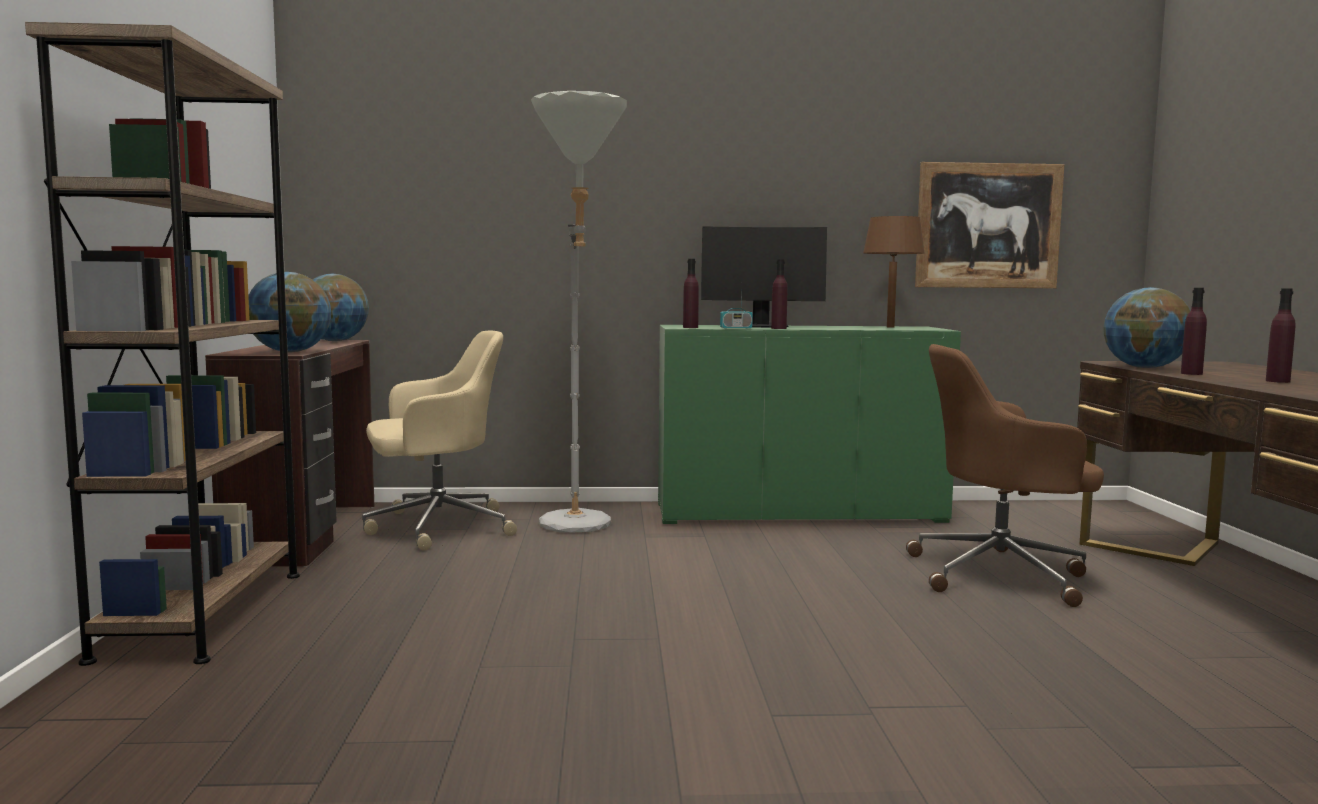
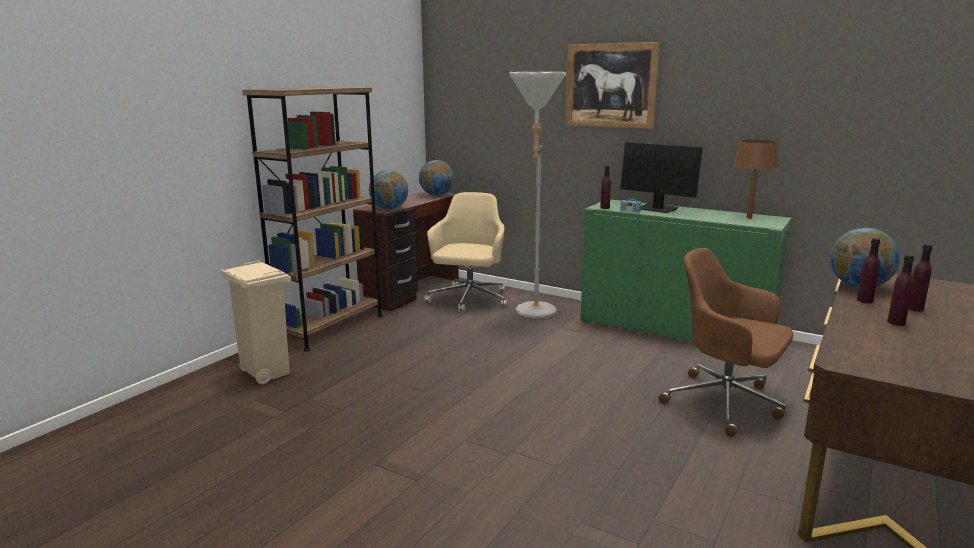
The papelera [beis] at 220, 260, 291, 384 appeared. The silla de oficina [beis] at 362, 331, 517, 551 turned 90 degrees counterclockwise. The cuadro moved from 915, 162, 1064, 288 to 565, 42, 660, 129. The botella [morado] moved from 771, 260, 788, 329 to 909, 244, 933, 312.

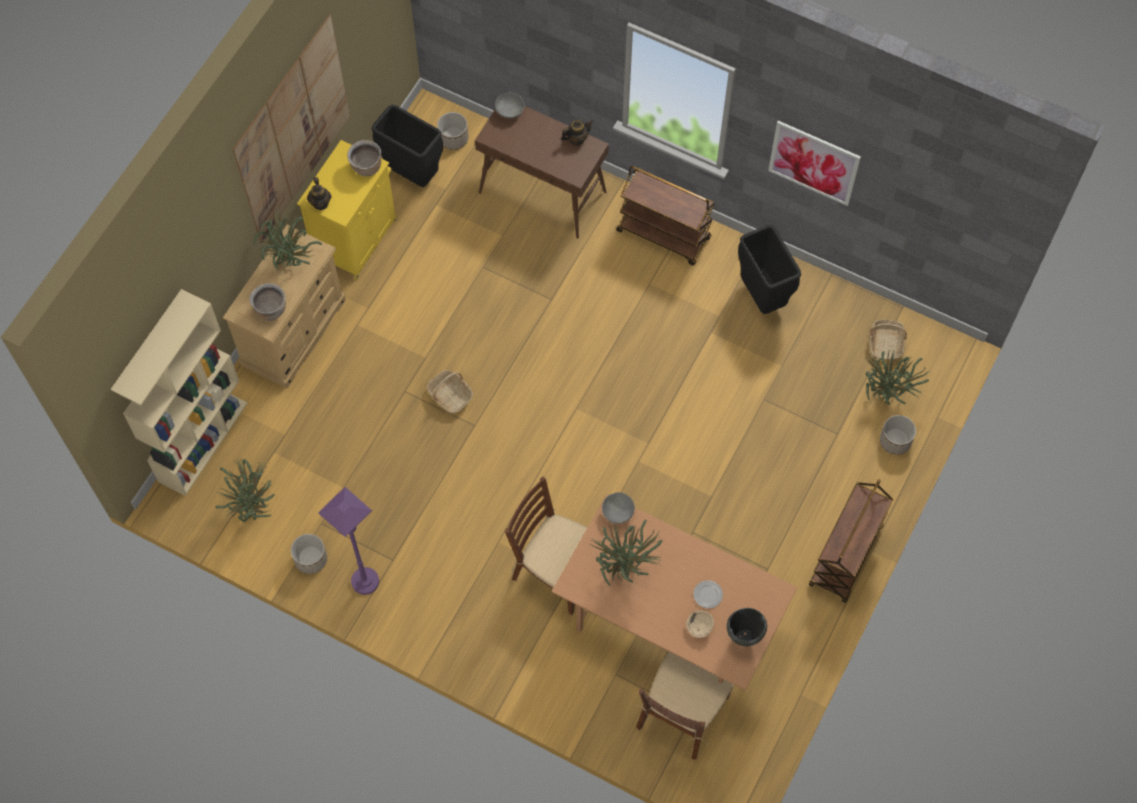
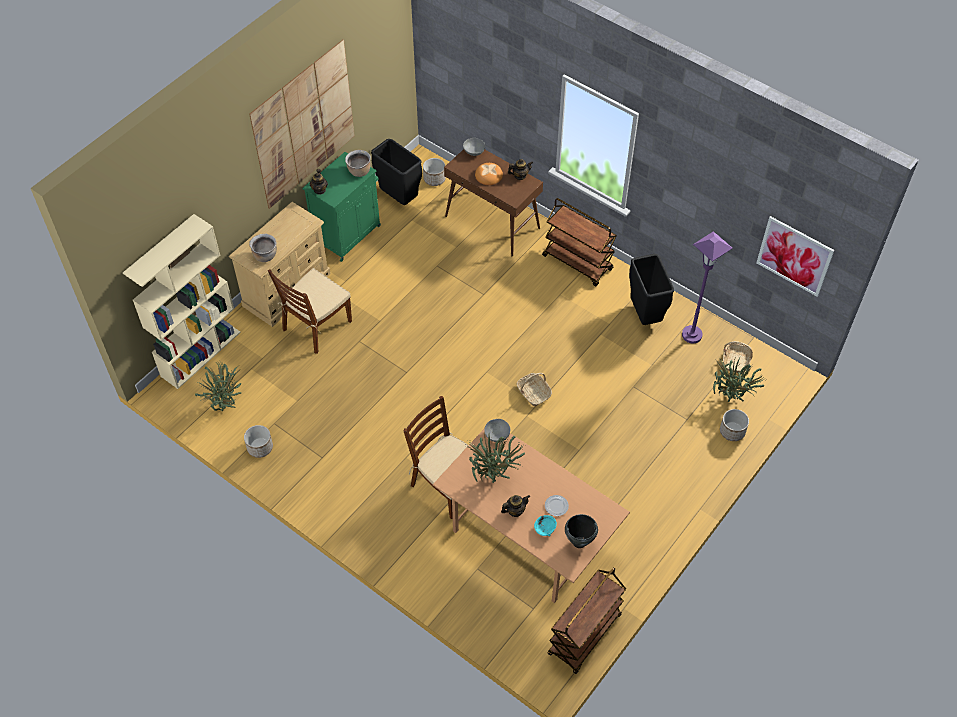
The silla [marrón] moved from 635, 651, 734, 760 to 268, 268, 352, 354. The armario [amarillo] at 297, 140, 397, 281 became the armario [verde] at 302, 152, 381, 262. The pan at 475, 163, 503, 185 appeared. The tetera at 501, 495, 530, 517 appeared. The cesta moved from 427, 370, 473, 414 to 517, 373, 552, 406. The cuenco [beis] at 686, 610, 714, 638 became the cuenco [turquesa] at 534, 515, 557, 536. The carrito [marrón] moved from 809, 479, 893, 603 to 548, 567, 626, 674. The lámpara de pie [morado] moved from 318, 487, 379, 595 to 682, 231, 733, 343. The cuadro moved from 768, 121, 861, 206 to 756, 216, 834, 297. The planta en maceta at 253, 208, 322, 270 disappeared.

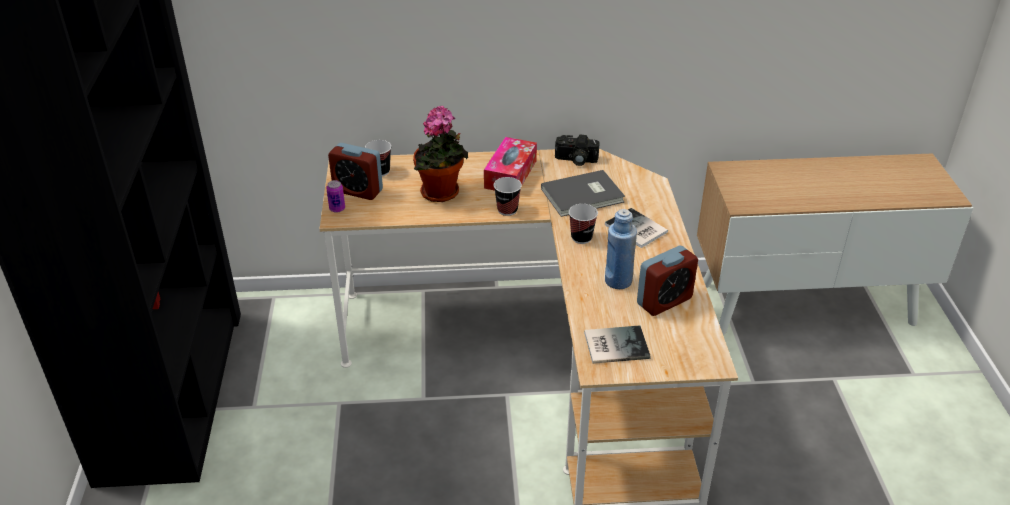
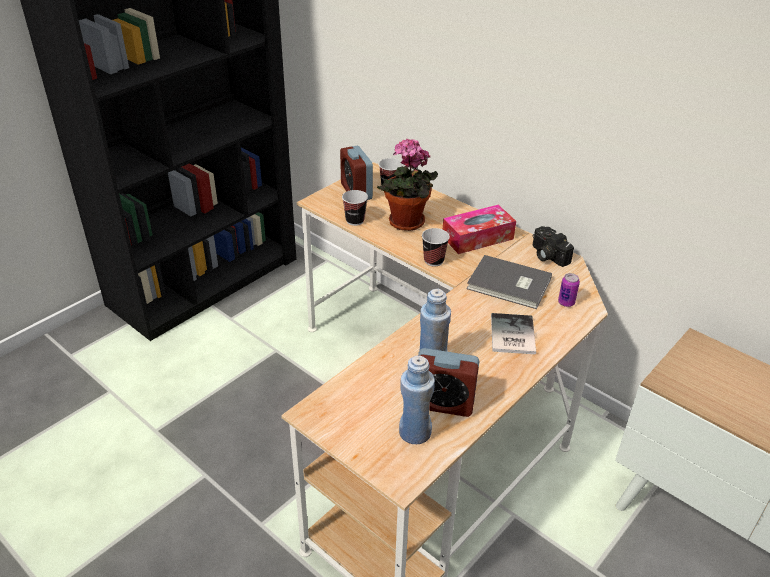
The taza moved from 569, 204, 598, 244 to 342, 190, 368, 226. The botella [azul] at 399, 355, 435, 444 appeared. The lata moved from 326, 180, 345, 213 to 558, 273, 580, 307. The libro at 584, 325, 651, 364 disappeared.

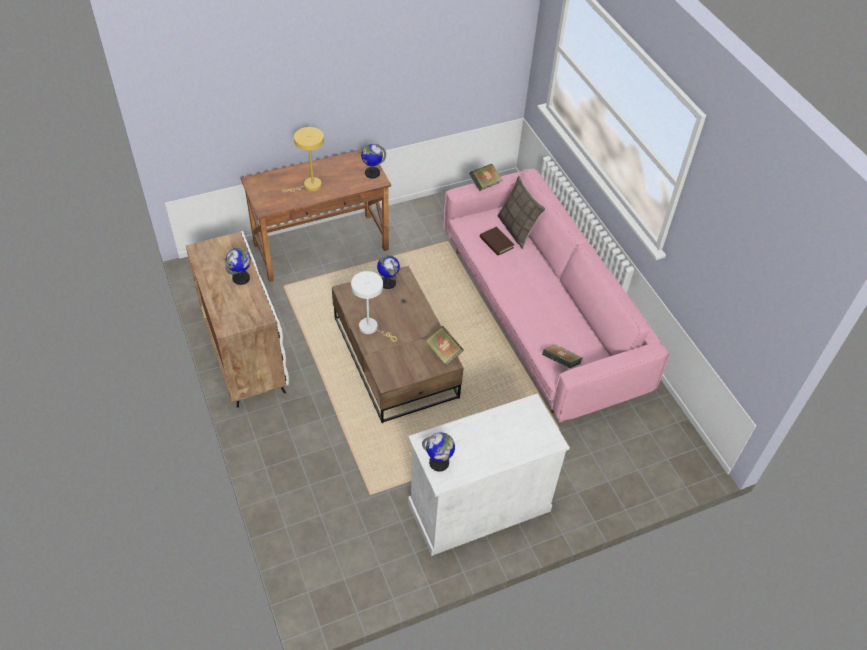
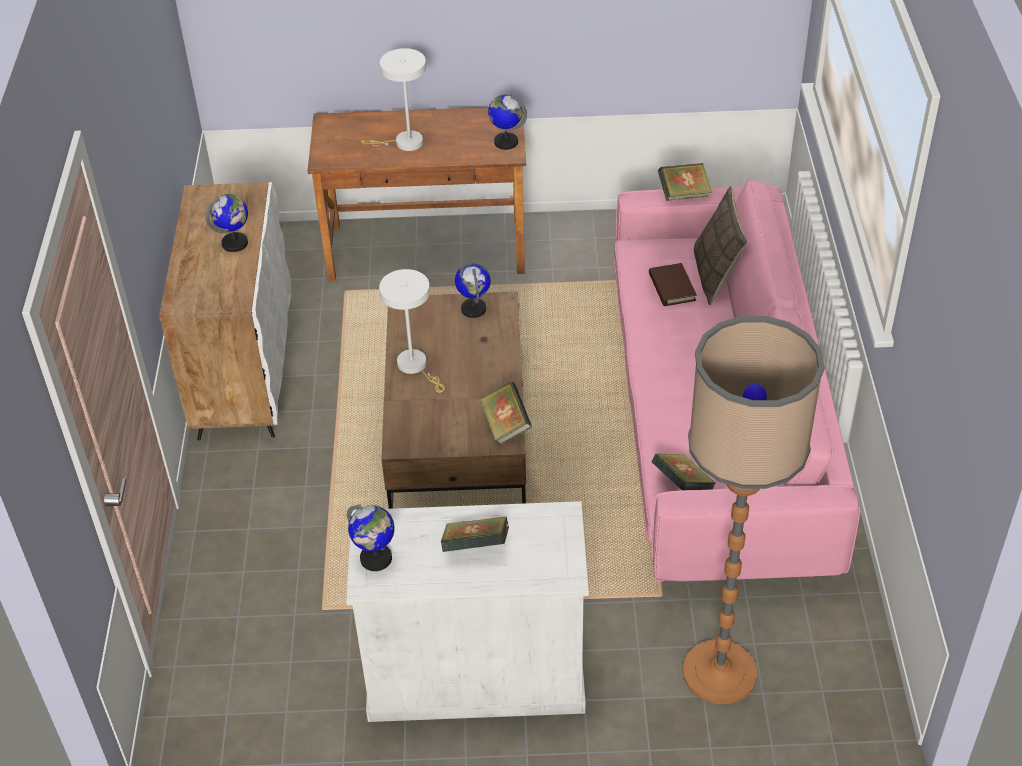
The lámpara de mesa [amarillo] at 282, 127, 324, 192 became the lámpara de mesa [blanco] at 361, 48, 426, 151. The libro at 441, 516, 509, 552 appeared. The lámpara de pie at 683, 316, 825, 704 appeared.

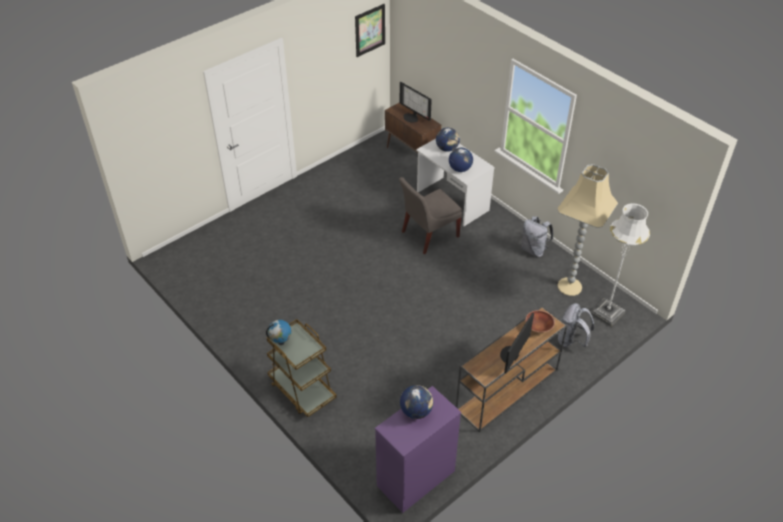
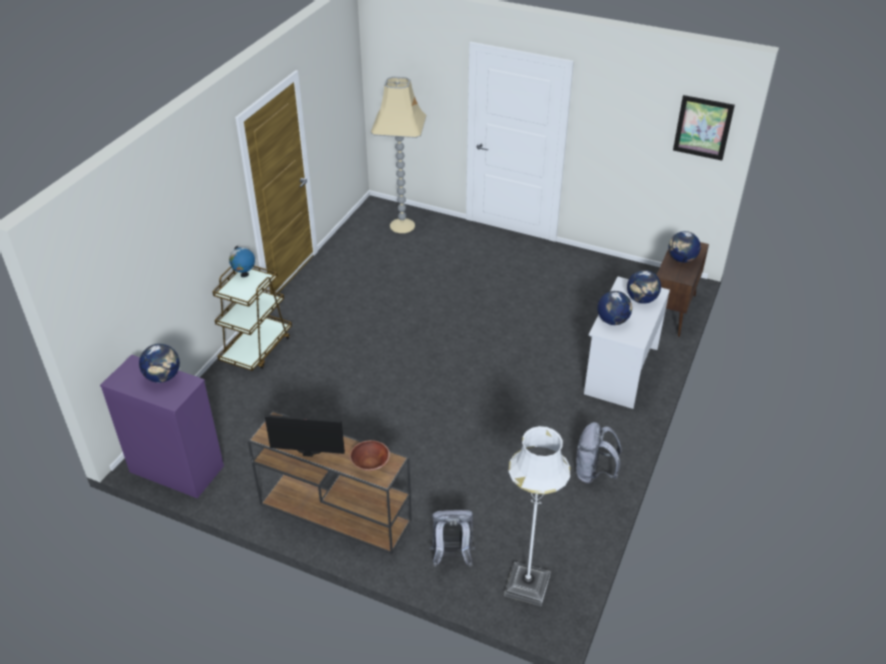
The lámpara de pie [beis] moved from 557, 164, 618, 296 to 371, 76, 427, 233. The monitor at 400, 82, 432, 122 was replaced by the globo terráqueo at 668, 231, 701, 263. The silla [gris] at 399, 177, 462, 254 disappeared.

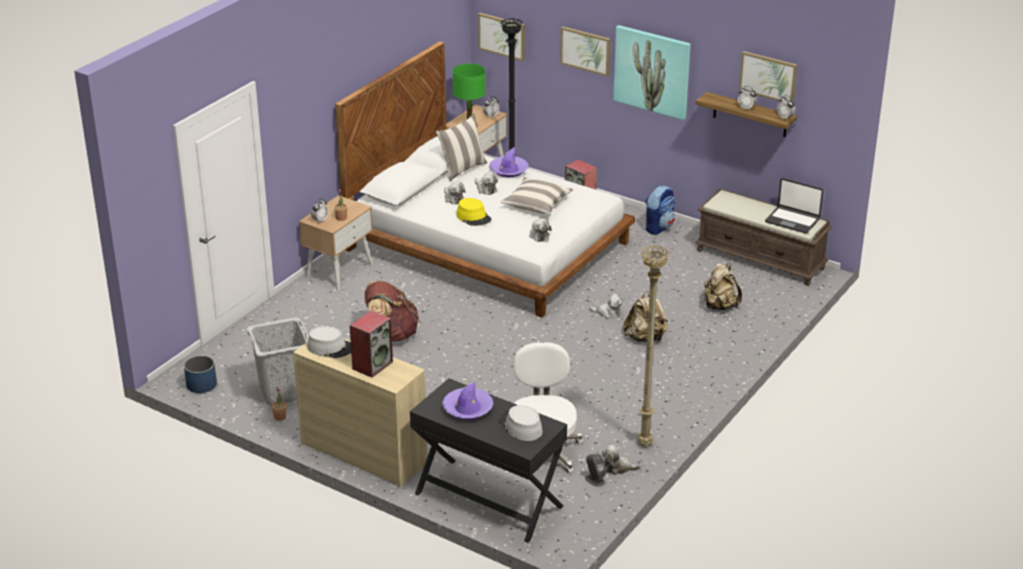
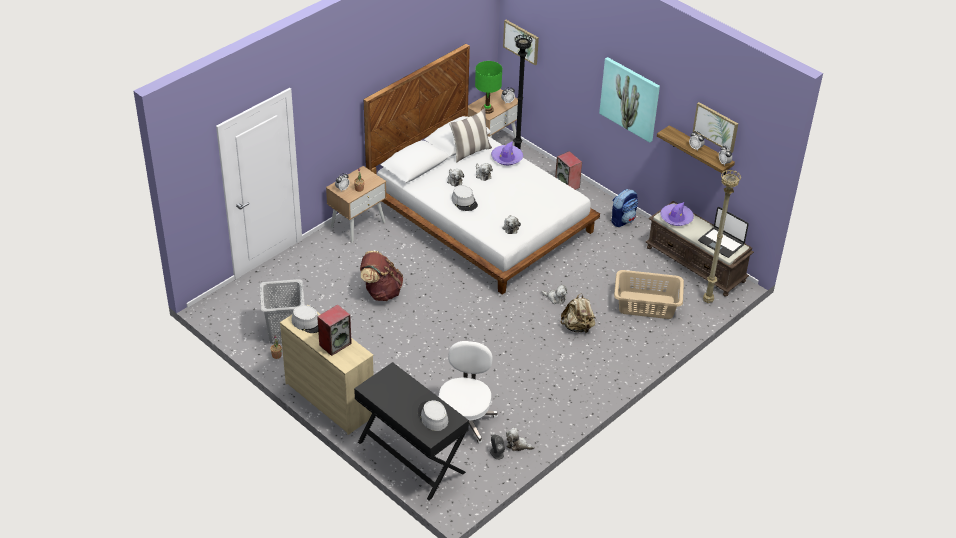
The sombrero [amarillo] at 456, 198, 491, 226 became the sombrero [gris] at 451, 185, 478, 211. The mochila [beis] at 704, 263, 742, 310 was replaced by the cesto de la ropa [beis] at 614, 270, 684, 319. The sombrero [morado] moved from 442, 382, 493, 420 to 660, 202, 694, 226. The lámpara de pie [beis] moved from 637, 245, 669, 447 to 703, 170, 741, 303. The maceta [azul] at 184, 356, 217, 393 disappeared. The cojín at 501, 177, 573, 214 disappeared. The cuadro at 560, 26, 611, 77 disappeared.

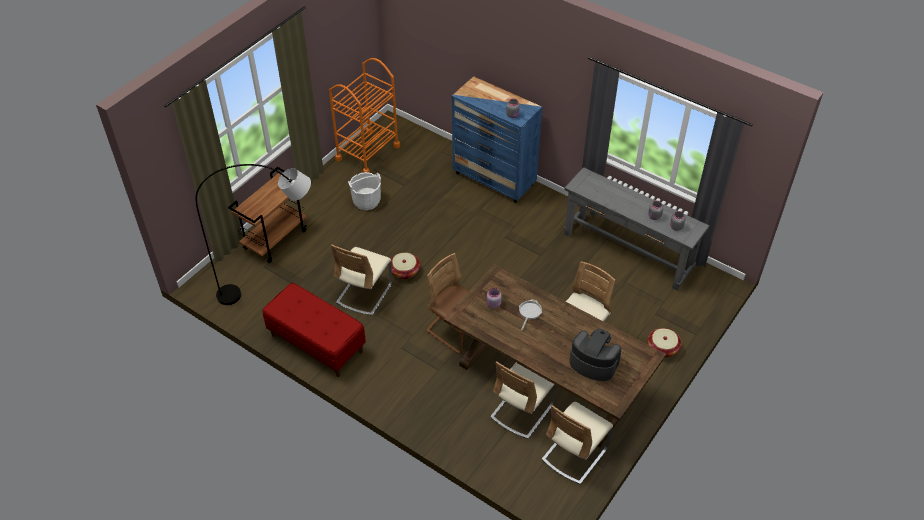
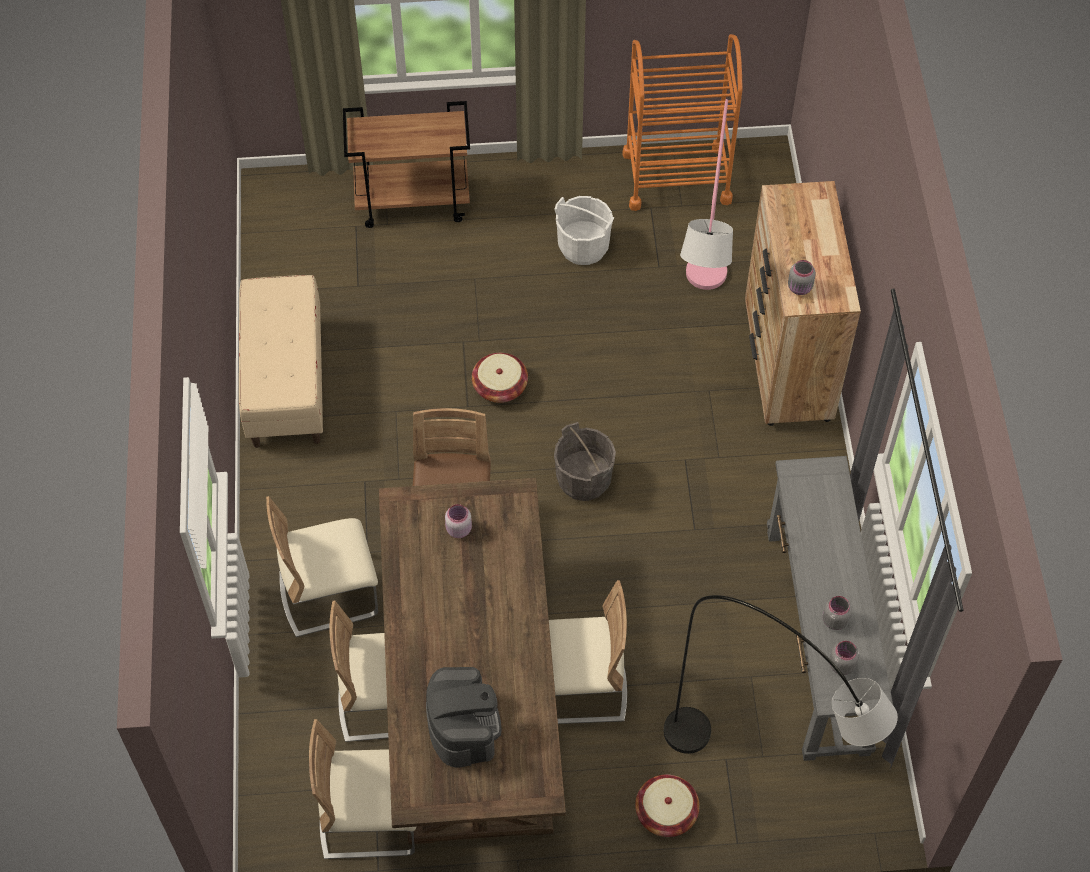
The banco [rojo] at 263, 283, 366, 377 became the banco [beis] at 239, 275, 323, 448. The silla [beis] moved from 331, 244, 392, 316 to 266, 496, 378, 637. The cubo [gris] at 554, 422, 616, 501 appeared. The lámpara de pie [gris] moved from 196, 164, 311, 305 to 664, 595, 898, 754. The lámpara de pie [rosa] at 680, 99, 733, 290 appeared. The cómoda [azul] at 452, 76, 542, 203 became the cómoda [marrón] at 745, 181, 861, 426. The sartén at 519, 299, 542, 330 disappeared.

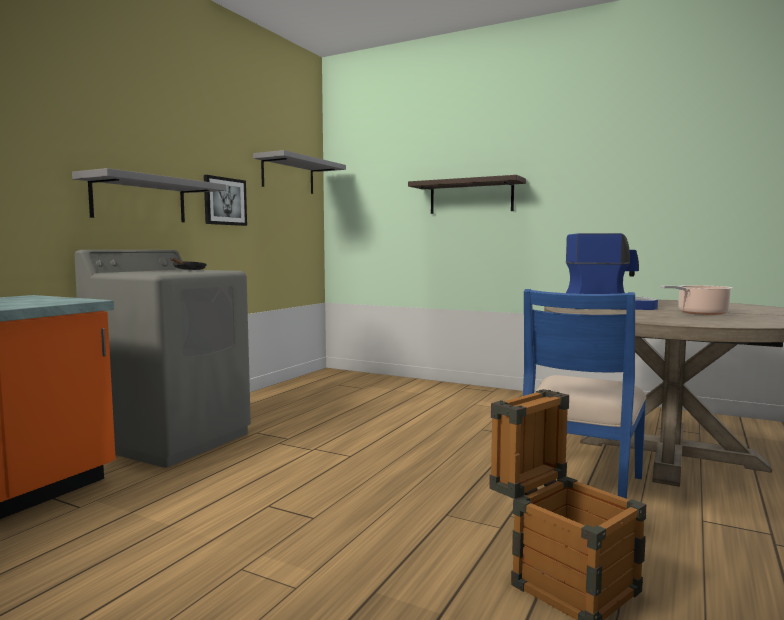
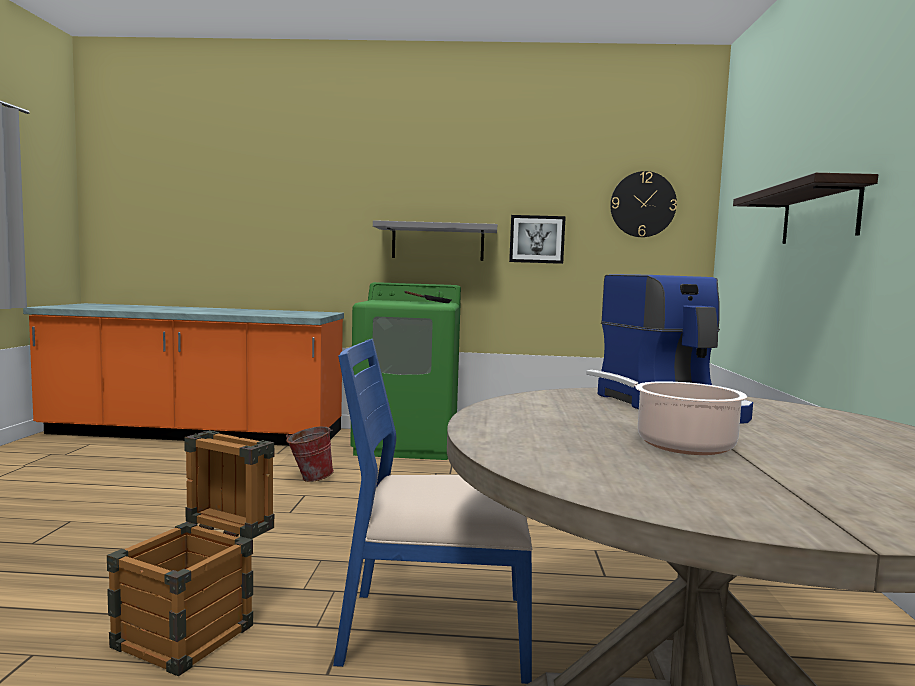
The cubo at 286, 426, 334, 482 appeared. The lavadora [gris] at 75, 250, 251, 468 became the lavadora [verde] at 350, 282, 461, 460. The estante [gris] at 253, 150, 346, 194 was replaced by the reloj de pared at 610, 171, 677, 237.

